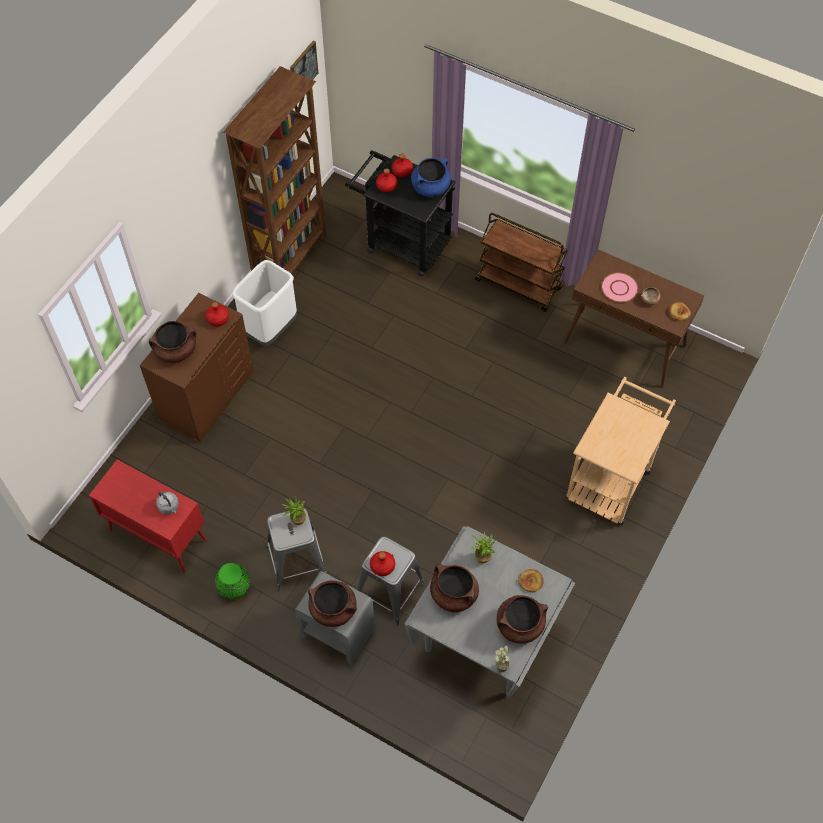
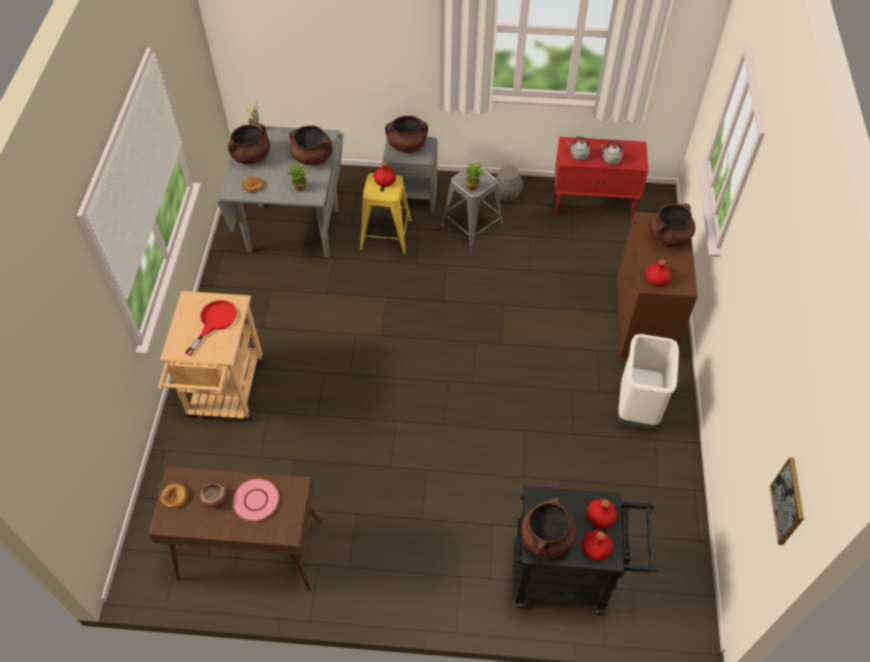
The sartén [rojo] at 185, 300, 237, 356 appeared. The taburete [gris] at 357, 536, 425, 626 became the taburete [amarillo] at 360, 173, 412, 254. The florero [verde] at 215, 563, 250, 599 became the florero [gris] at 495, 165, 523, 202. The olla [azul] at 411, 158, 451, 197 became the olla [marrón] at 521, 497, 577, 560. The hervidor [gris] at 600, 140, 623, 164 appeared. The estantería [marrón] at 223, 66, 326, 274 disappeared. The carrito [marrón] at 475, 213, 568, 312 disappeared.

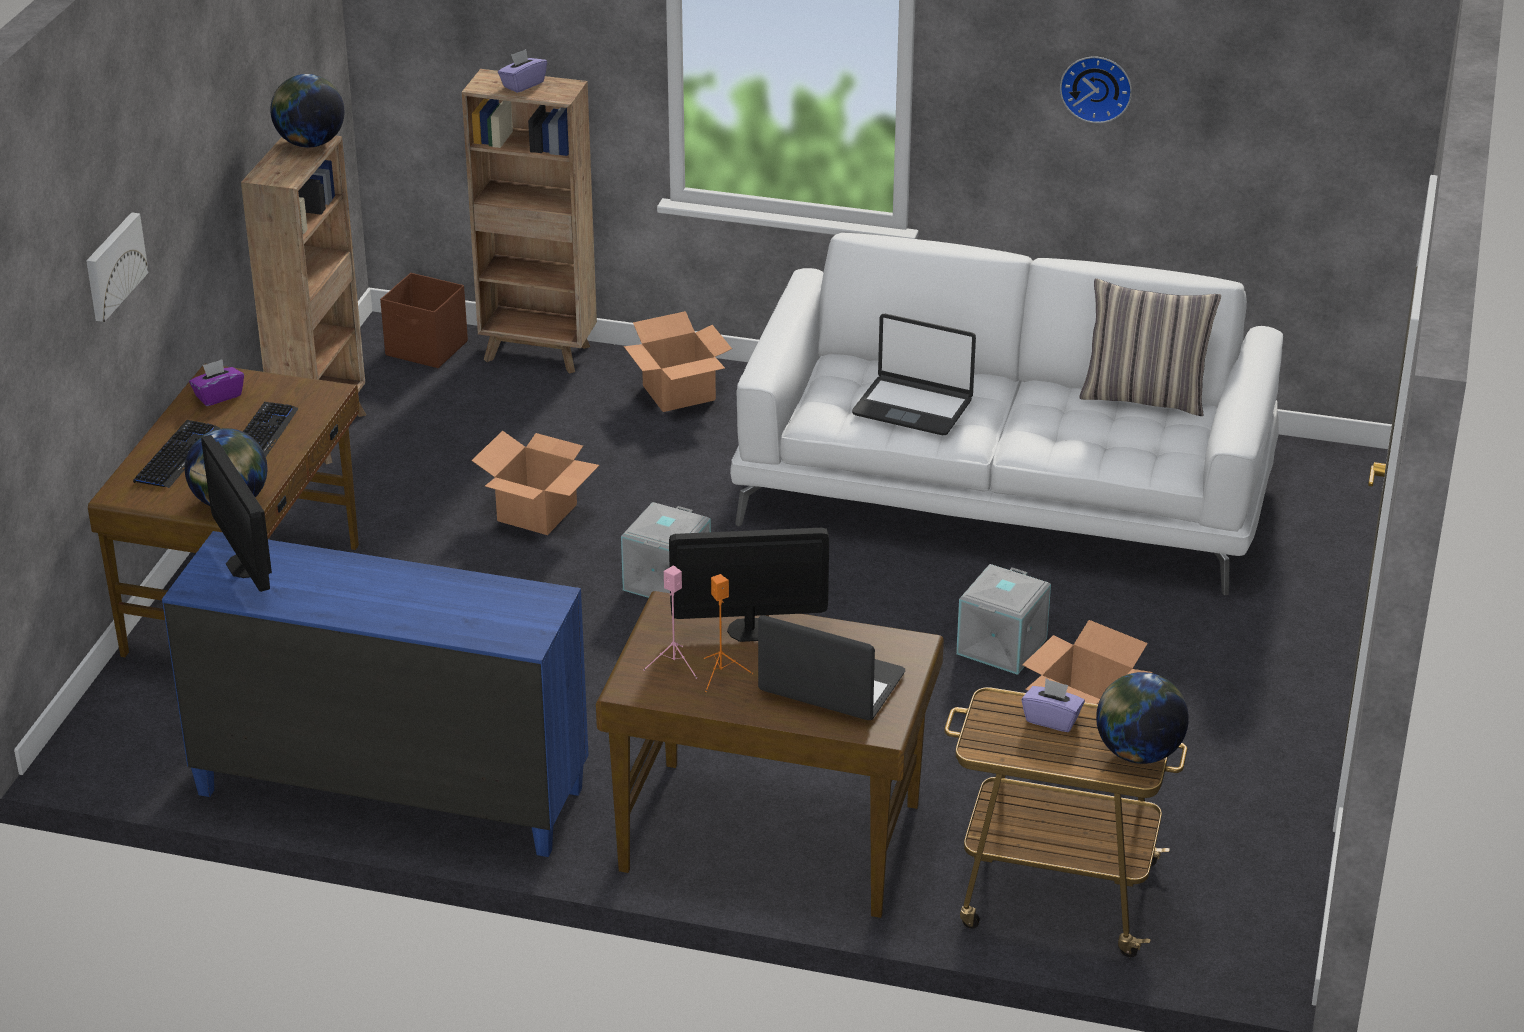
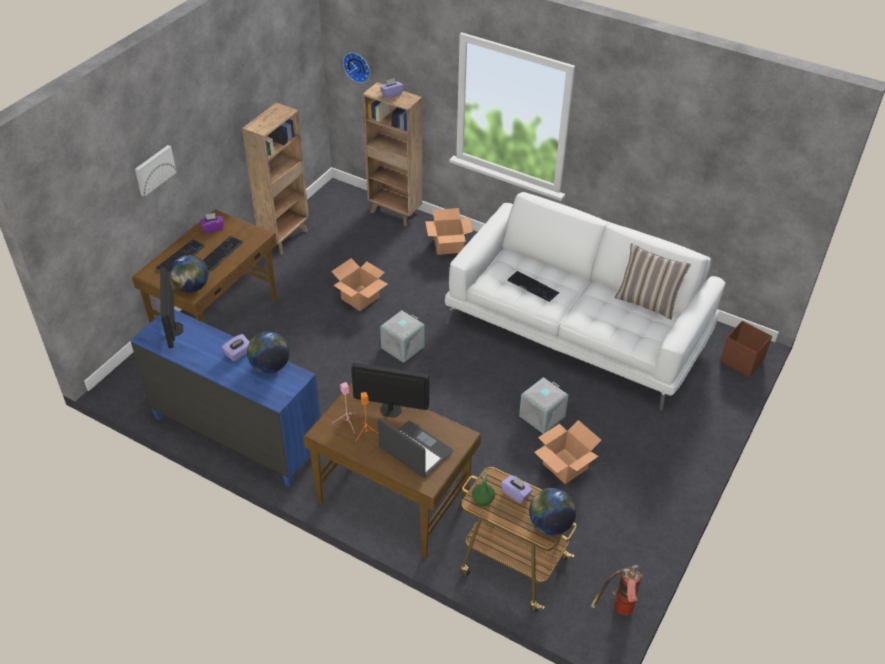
The caja de pañuelos [morado] at 222, 334, 250, 361 appeared. The globo terráqueo moved from 270, 74, 345, 148 to 247, 332, 290, 373. The reloj de pared moved from 1060, 56, 1132, 123 to 343, 53, 370, 83. The botella [verde] at 472, 470, 495, 506 appeared. The portátil at 852, 314, 976, 435 was replaced by the teclado at 507, 271, 559, 302. The extintor at 591, 565, 643, 615 appeared. The caja de almacenaje [marrón] moved from 380, 273, 468, 368 to 720, 321, 772, 377.

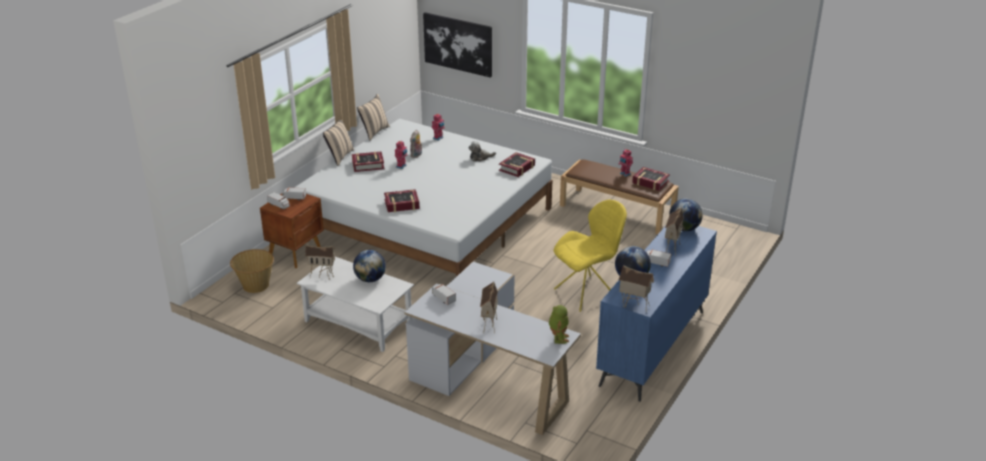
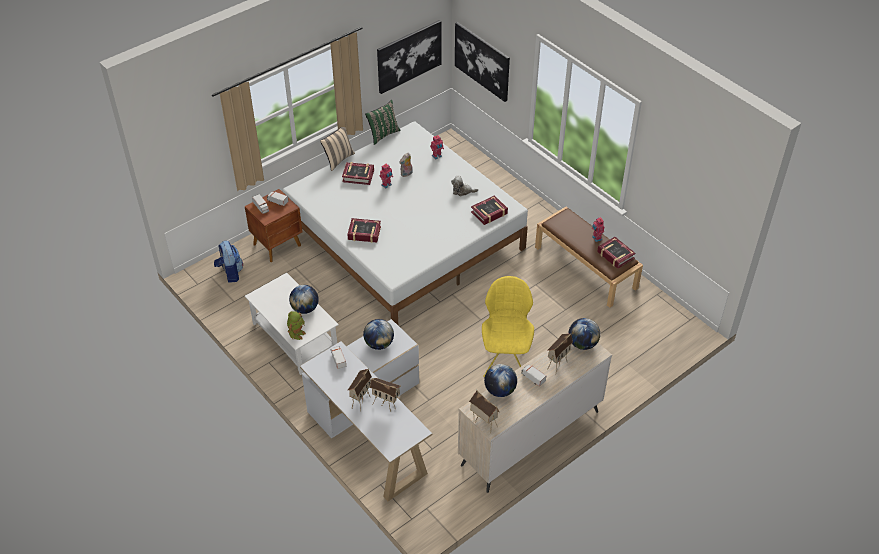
The cesta at 230, 249, 274, 293 was replaced by the mochila at 214, 241, 243, 283. The robot de juguete moved from 549, 305, 569, 344 to 287, 311, 306, 340. The globo terráqueo at 363, 319, 394, 350 appeared. The cojín [beis] at 357, 94, 390, 141 became the cojín [verde] at 365, 100, 400, 145. The casita moved from 305, 245, 336, 280 to 370, 378, 401, 412. The cuadro at 377, 20, 442, 94 appeared. The cómoda [azul] at 596, 226, 717, 402 became the cómoda [beis] at 458, 343, 612, 493. The silla [amarillo] at 554, 200, 627, 312 turned 75 degrees counterclockwise.

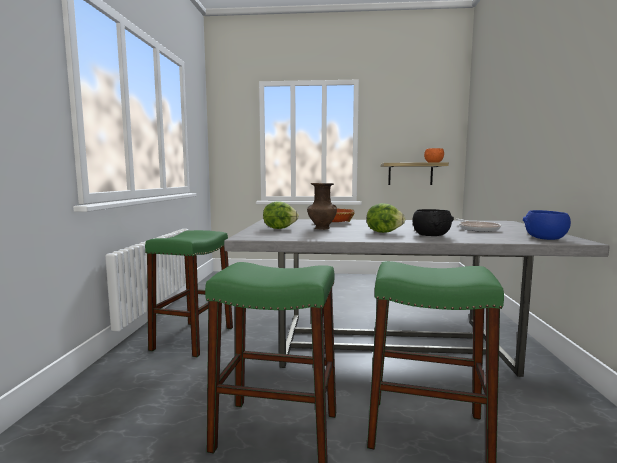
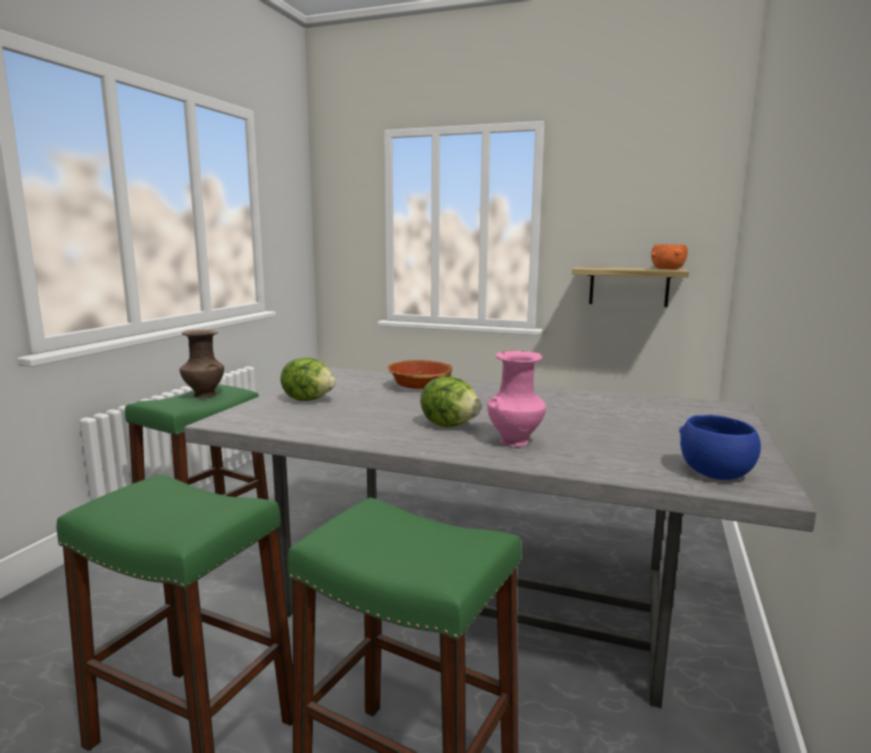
The florero [marrón] moved from 307, 183, 337, 230 to 180, 330, 224, 398. The cuenco [negro] at 412, 209, 454, 236 was replaced by the florero [rosa] at 487, 350, 546, 446. The sartén at 456, 219, 501, 232 disappeared.

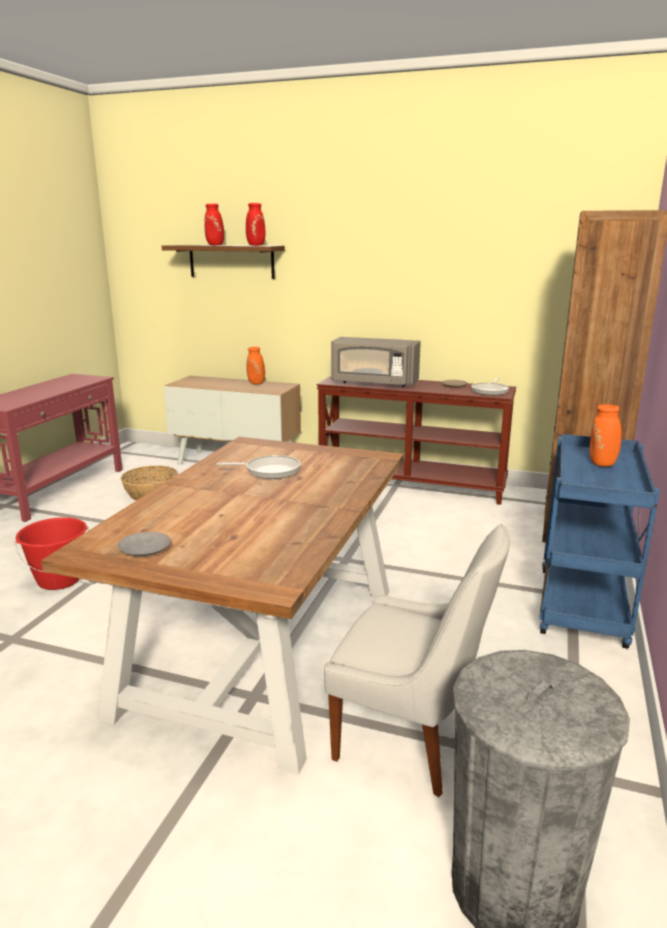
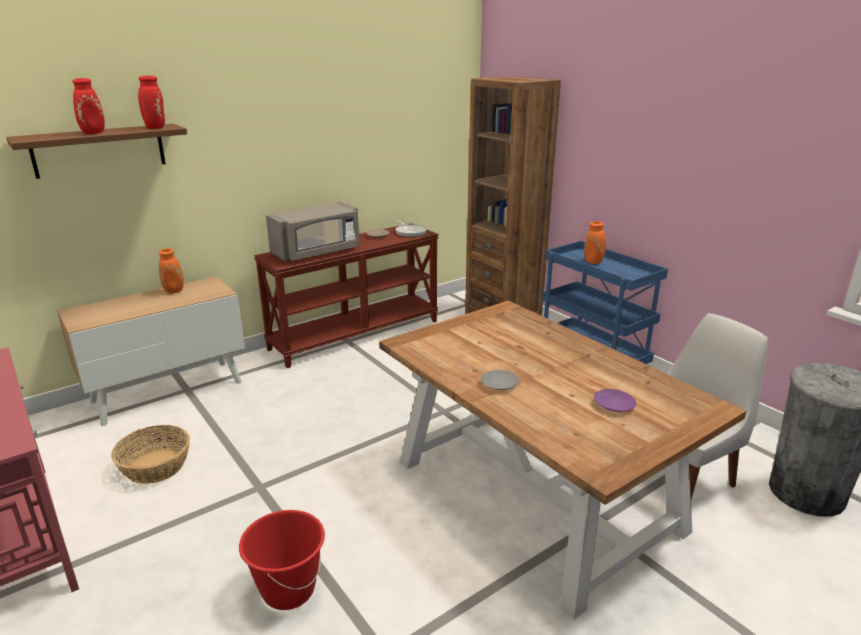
The plato [gris] moved from 117, 532, 171, 556 to 481, 370, 519, 390. The plato [morado] at 594, 389, 636, 412 appeared. The sartén at 217, 455, 301, 479 disappeared.

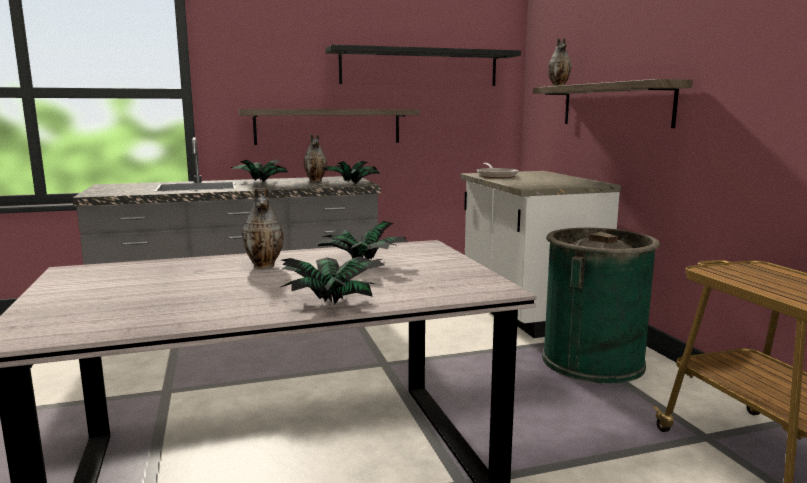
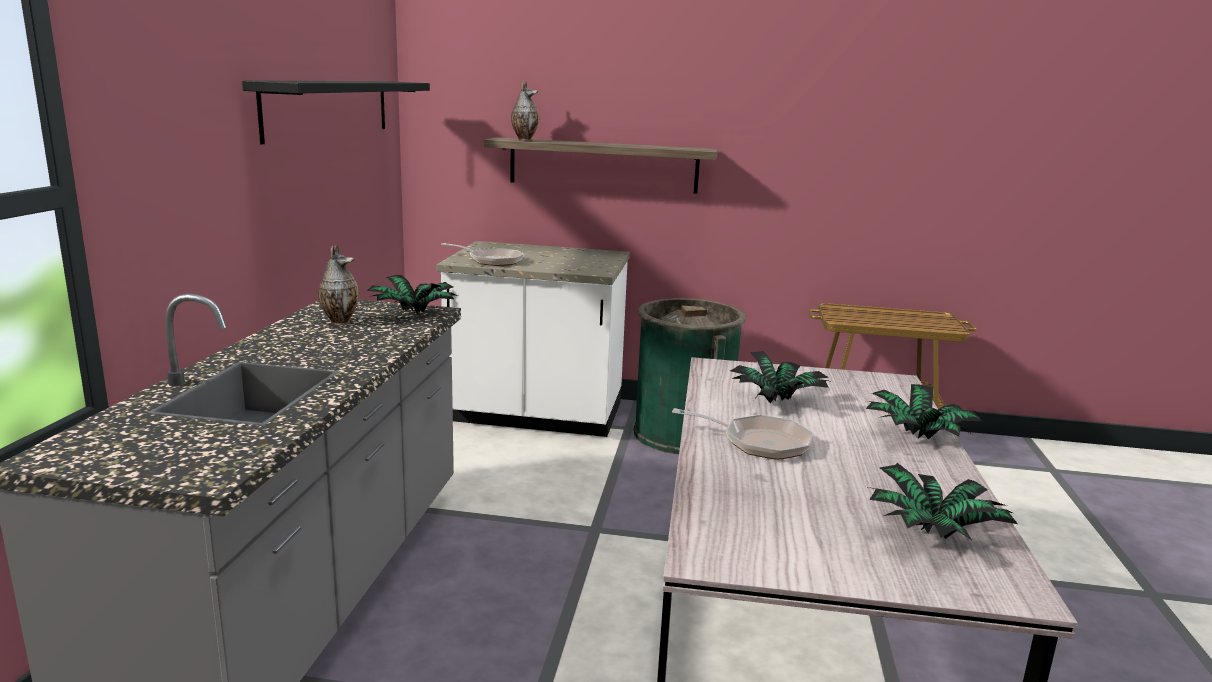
The florero at 242, 188, 284, 269 was replaced by the sartén at 672, 408, 813, 460. The planta en maceta moved from 231, 160, 289, 182 to 868, 463, 1018, 540. The estante at 239, 109, 419, 145 disappeared.

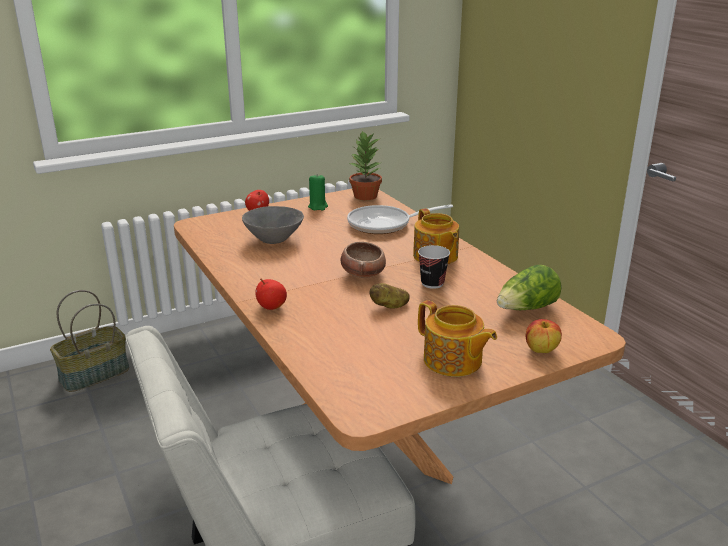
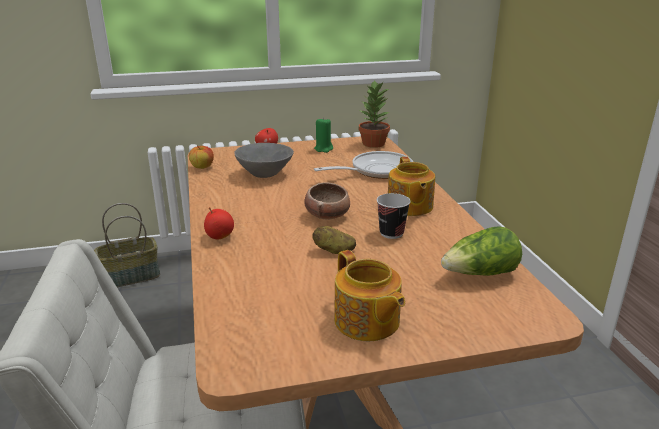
The manzana moved from 526, 319, 562, 353 to 189, 146, 214, 169. The sartén at 347, 204, 453, 234 turned 150 degrees clockwise.

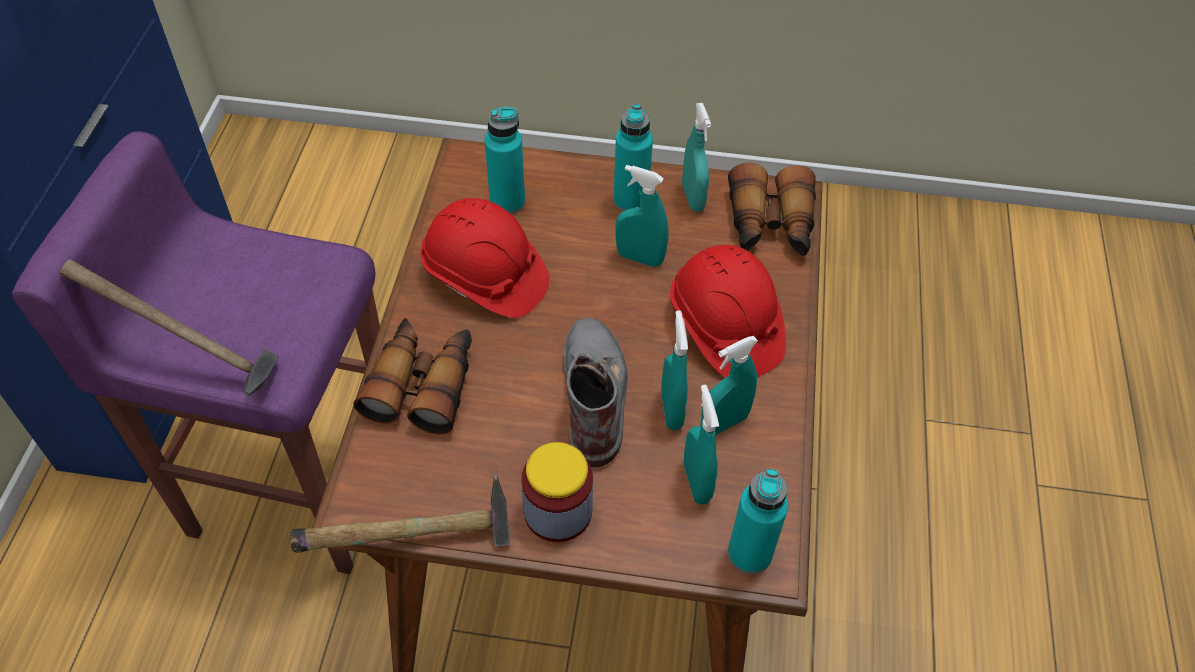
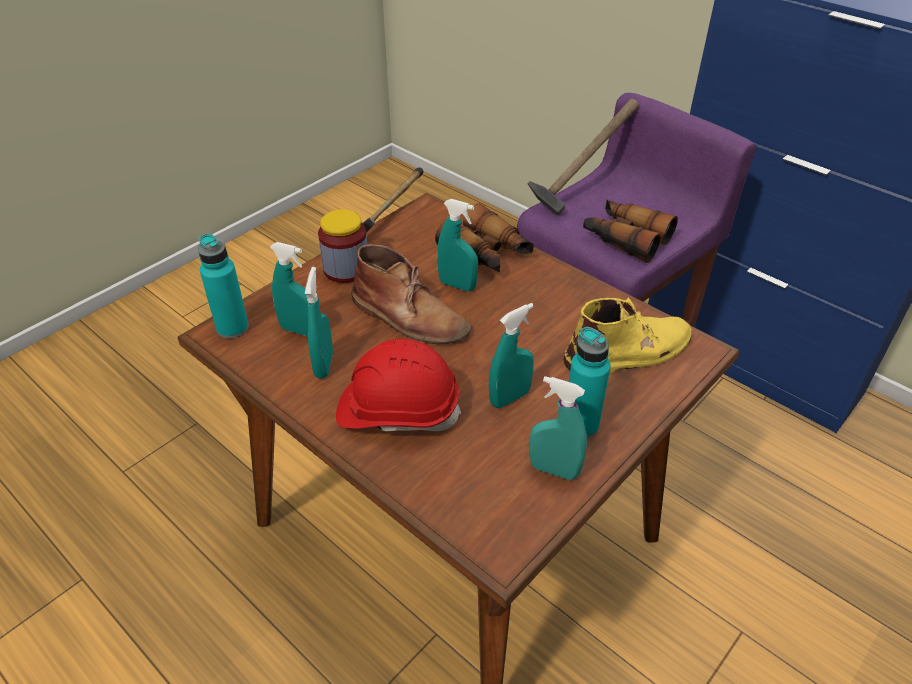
The bota [gris] at 563, 318, 628, 467 became the bota [marrón] at 352, 244, 471, 344. The pulverizador [turquesa] moved from 661, 310, 688, 430 to 437, 199, 478, 291. The botella [turquesa] at 485, 107, 525, 214 was replaced by the bota [amarillo] at 564, 298, 692, 374. The prismáticos moved from 728, 163, 816, 256 to 583, 200, 678, 263. The casco [rojo] at 420, 198, 550, 318 disappeared.

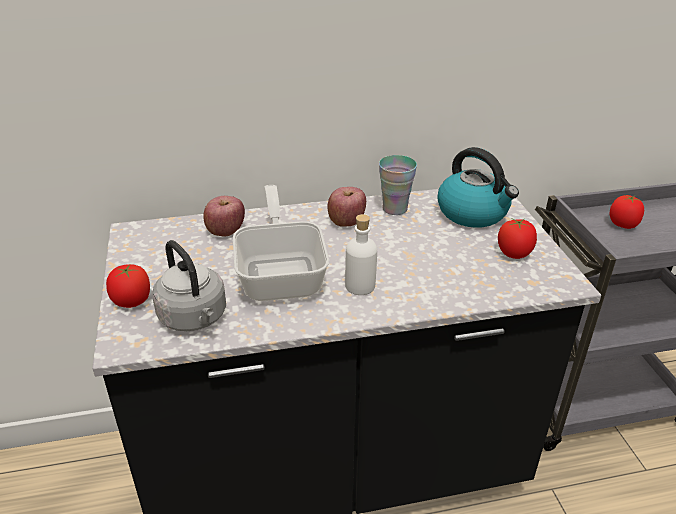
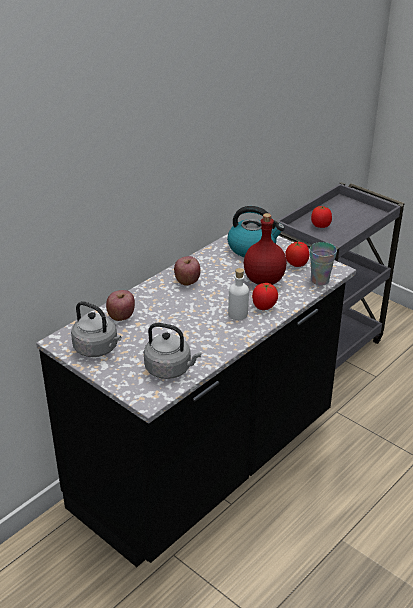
The hervidor [gris] at 71, 301, 121, 357 appeared. The botella [rojo] at 244, 213, 287, 285 appeared. The tomate moved from 106, 263, 150, 308 to 252, 283, 278, 310. The taza moved from 379, 155, 417, 215 to 310, 242, 337, 286. The sartén at 233, 185, 329, 301 disappeared.

